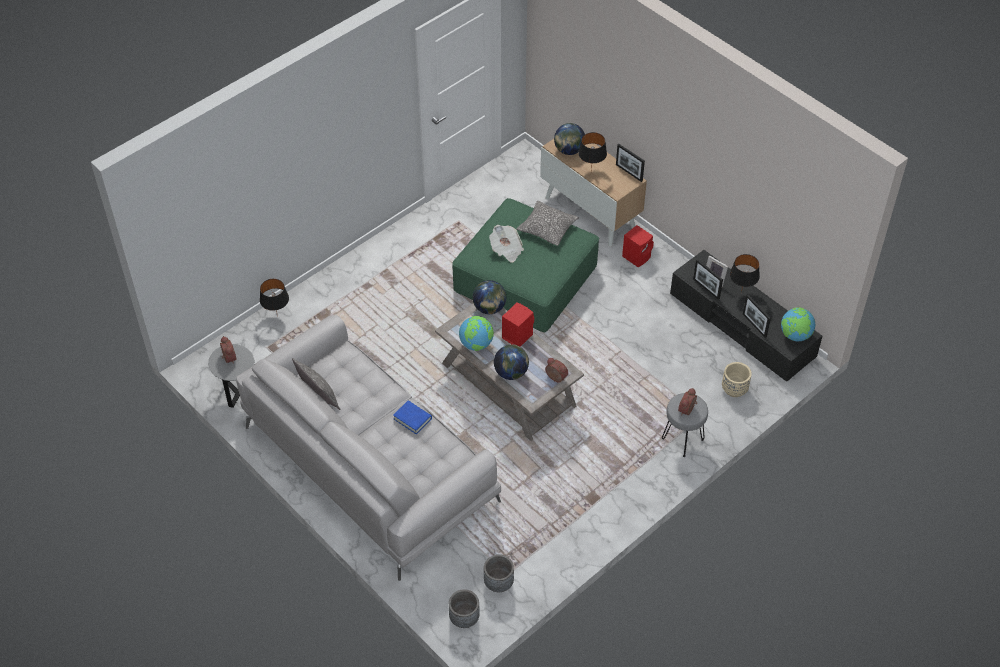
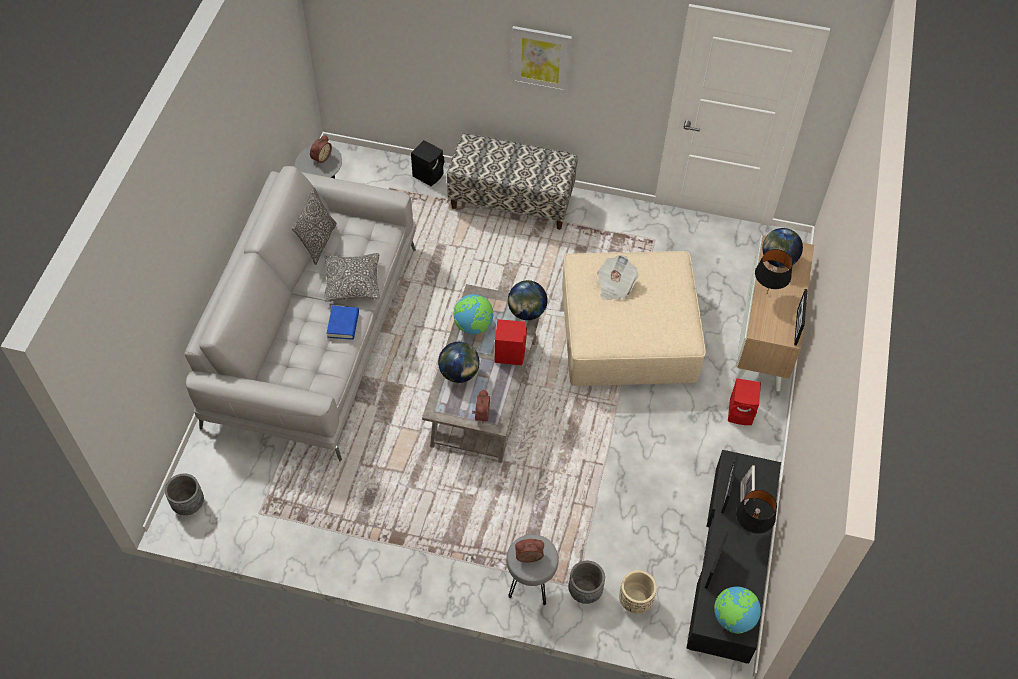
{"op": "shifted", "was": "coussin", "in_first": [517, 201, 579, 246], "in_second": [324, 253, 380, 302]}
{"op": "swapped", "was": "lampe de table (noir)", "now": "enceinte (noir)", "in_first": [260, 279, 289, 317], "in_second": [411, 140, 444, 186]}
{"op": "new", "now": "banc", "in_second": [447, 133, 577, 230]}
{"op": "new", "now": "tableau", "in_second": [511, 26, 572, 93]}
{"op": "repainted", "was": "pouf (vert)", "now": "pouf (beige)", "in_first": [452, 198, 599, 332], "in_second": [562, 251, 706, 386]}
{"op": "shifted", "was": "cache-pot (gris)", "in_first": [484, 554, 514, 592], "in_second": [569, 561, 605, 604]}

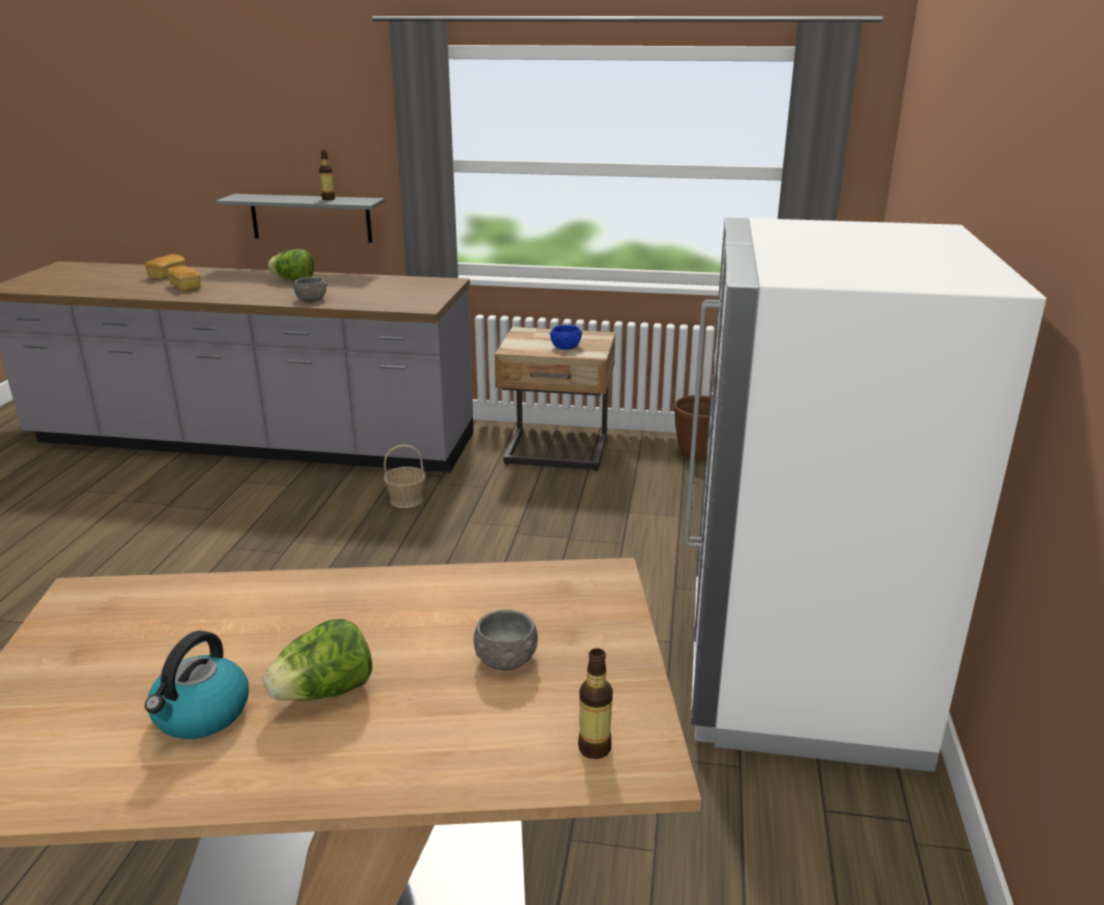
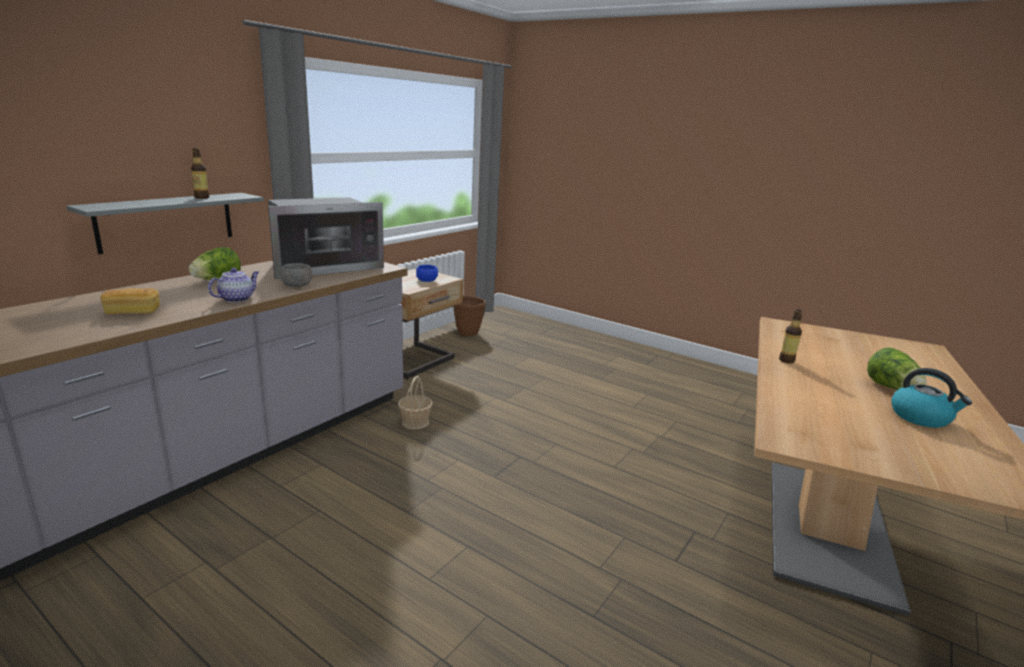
{"op": "new", "now": "théière", "in_second": [208, 268, 259, 303]}
{"op": "new", "now": "micro-ondes", "in_second": [268, 197, 384, 279]}
{"op": "shifted", "was": "bouteille", "in_first": [578, 648, 613, 759], "in_second": [779, 309, 802, 363]}
{"op": "gone", "was": "pain", "in_first": [145, 254, 185, 279]}
{"op": "gone", "was": "bol (gris)", "in_first": [474, 610, 538, 671]}
{"op": "gone", "was": "réfrigérateur (blanc)", "in_first": [685, 218, 1046, 772]}

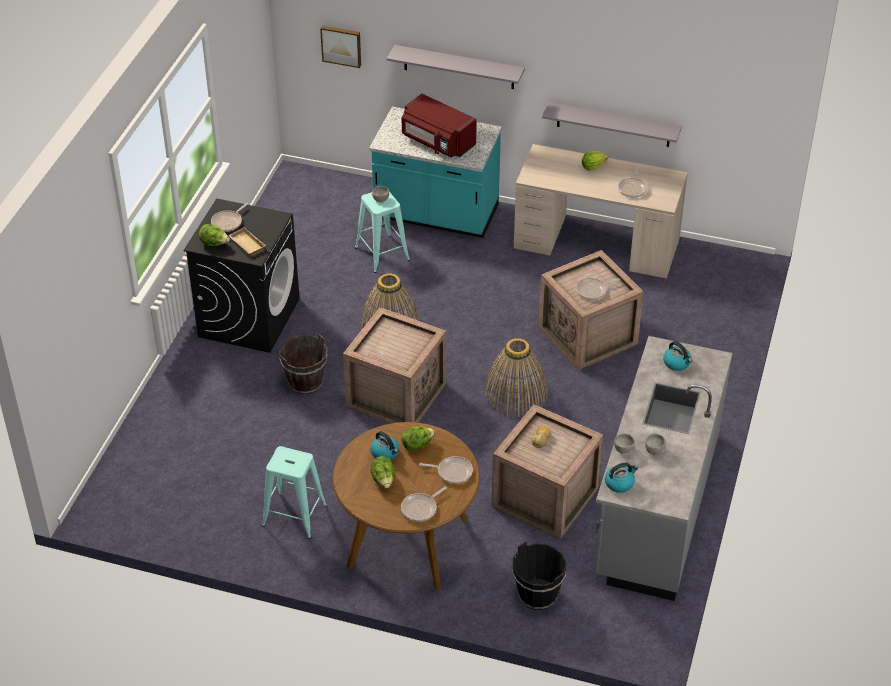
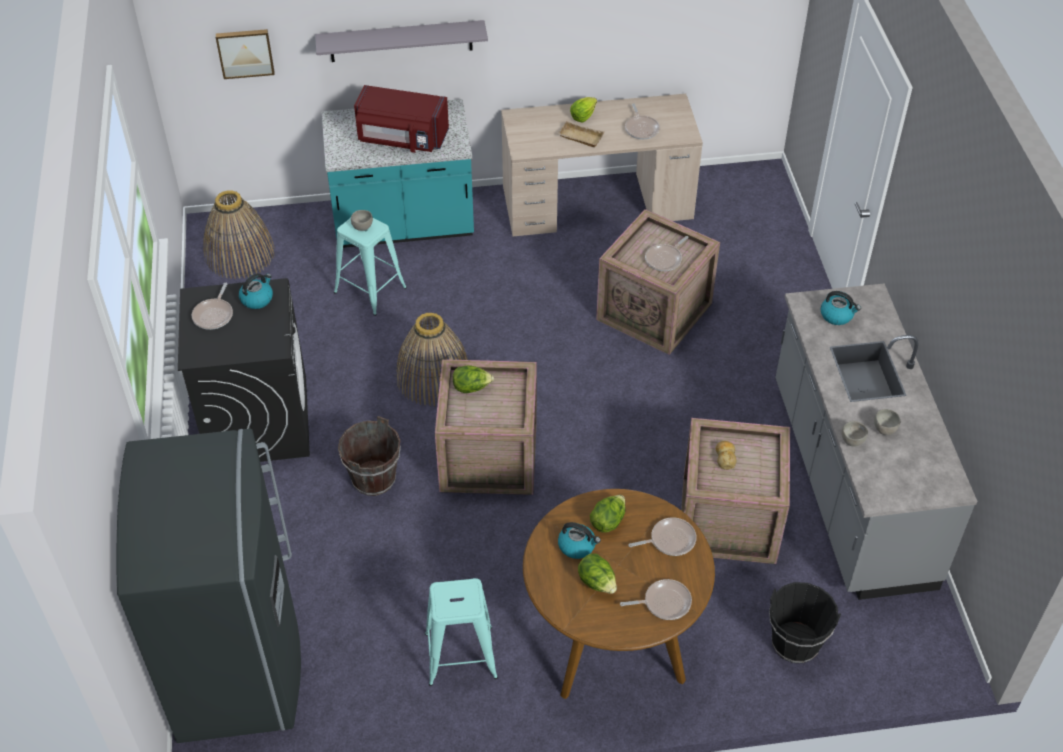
{"op": "new", "now": "réfrigérateur (gris)", "in_second": [116, 429, 301, 743]}
{"op": "shifted", "was": "panier", "in_first": [484, 338, 548, 417], "in_second": [203, 190, 275, 279]}
{"op": "shifted", "was": "bouilloire", "in_first": [605, 463, 638, 493], "in_second": [239, 273, 273, 309]}
{"op": "shifted", "was": "laitue", "in_first": [199, 224, 230, 246], "in_second": [453, 365, 494, 393]}
{"op": "shifted", "was": "plateau (beige)", "in_first": [228, 227, 265, 256], "in_second": [558, 121, 604, 147]}
{"op": "rotated", "was": "poêle", "in_first": [401, 486, 447, 522], "in_second": [620, 579, 692, 620], "clockwise": -120}
{"op": "gone", "was": "étagère (gris)", "in_first": [542, 102, 682, 147]}

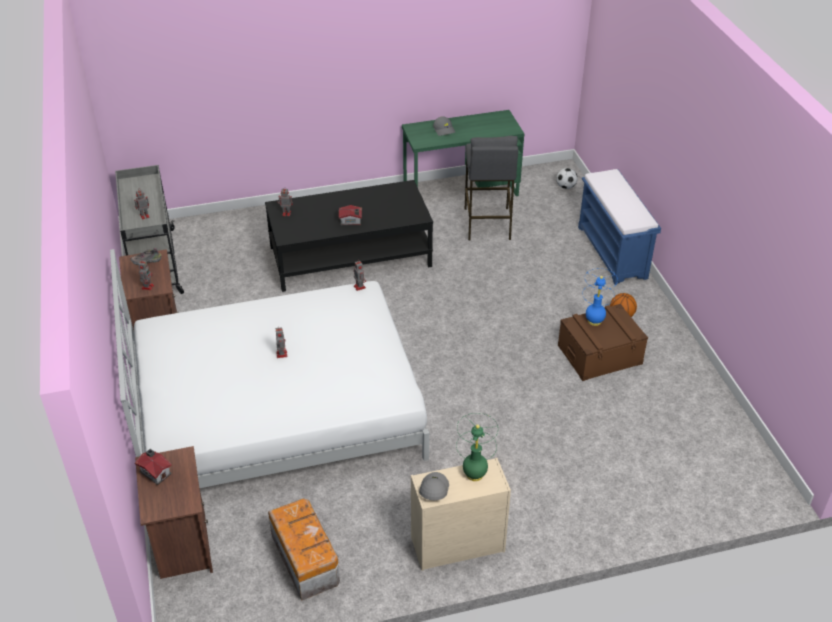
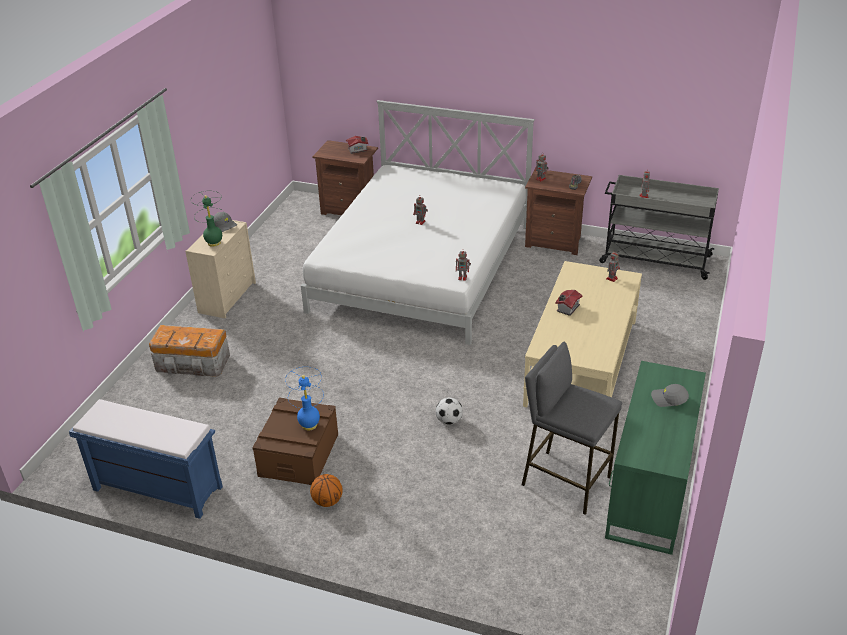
{"op": "shifted", "was": "banc (bleu)", "in_first": [578, 169, 661, 285], "in_second": [69, 399, 223, 519]}
{"op": "shifted", "was": "boîte de rangement", "in_first": [268, 498, 340, 601], "in_second": [149, 325, 230, 377]}
{"op": "shifted", "was": "ballon de foot", "in_first": [556, 168, 578, 189], "in_second": [436, 397, 463, 425]}
{"op": "repainted", "was": "table basse (noir)", "now": "table basse (beige)", "in_first": [265, 180, 433, 292], "in_second": [523, 261, 642, 407]}

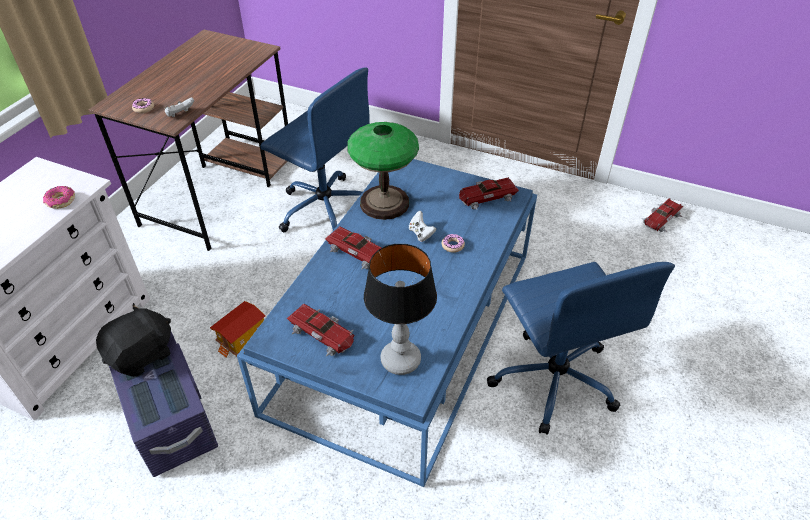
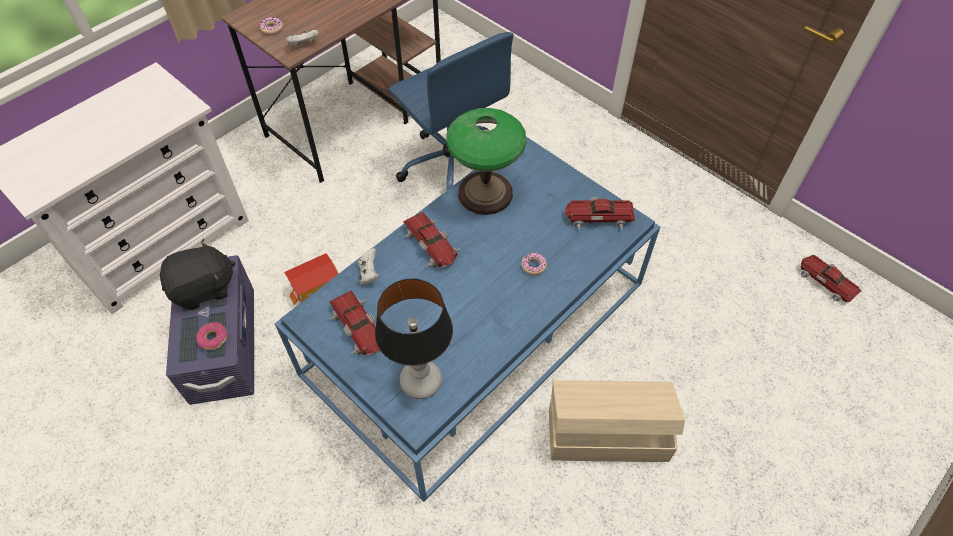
{"op": "shifted", "was": "beignet", "in_first": [43, 186, 75, 209], "in_second": [196, 322, 227, 350]}
{"op": "shifted", "was": "manette (blanc)", "in_first": [409, 211, 436, 242], "in_second": [358, 248, 379, 285]}
{"op": "swapped", "was": "chaise de bureau (bleu)", "now": "boîte de rangement (beige)", "in_first": [487, 262, 675, 435], "in_second": [549, 380, 685, 462]}
{"op": "rotated", "was": "petite voiture", "in_first": [641, 198, 683, 232], "in_second": [800, 255, 861, 303], "clockwise": 75}

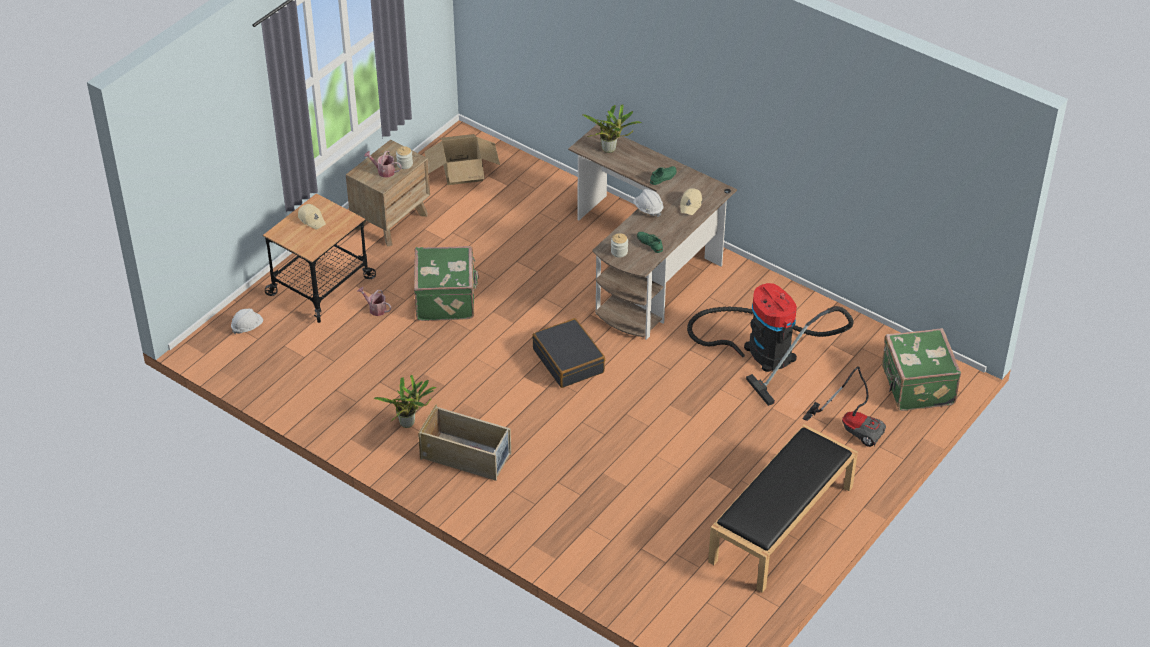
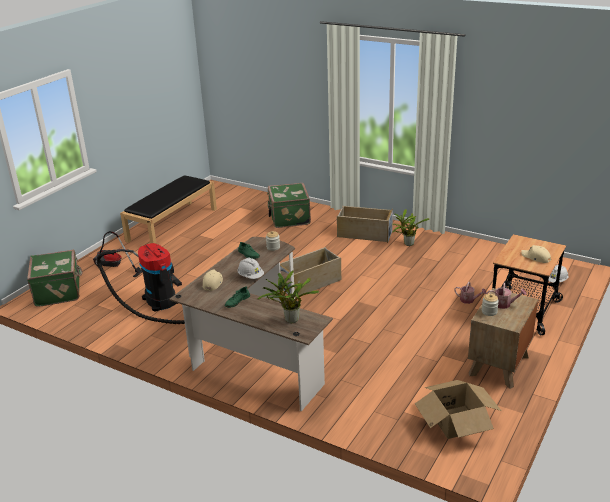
{"op": "shifted", "was": "valise (vert)", "in_first": [414, 246, 479, 321], "in_second": [267, 183, 311, 228]}
{"op": "swapped", "was": "valise (noir)", "now": "boîte de rangement (beige)", "in_first": [532, 318, 605, 388], "in_second": [280, 247, 341, 298]}

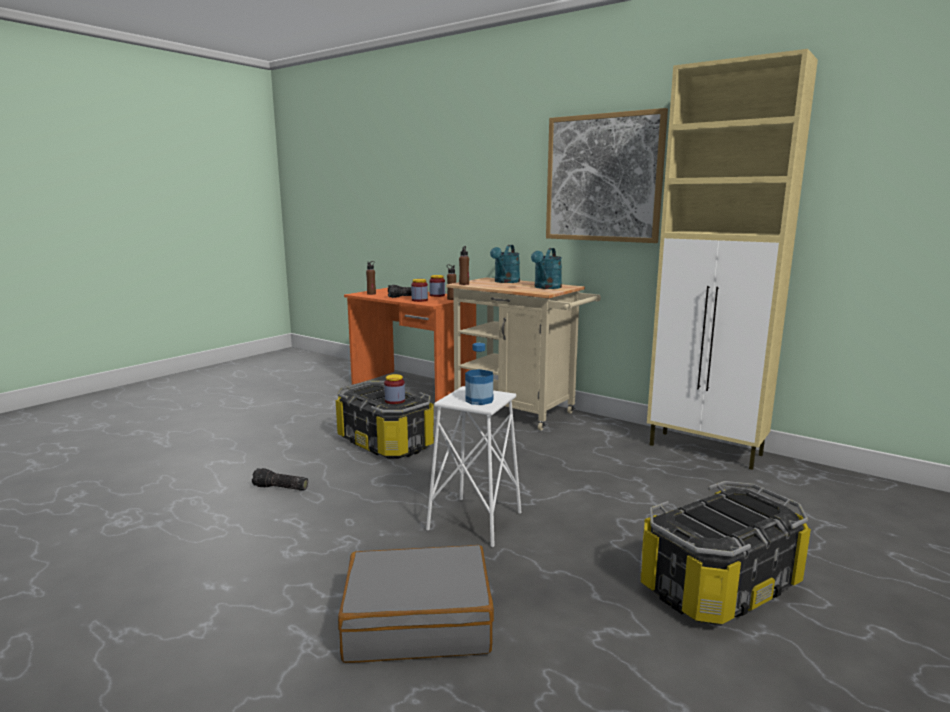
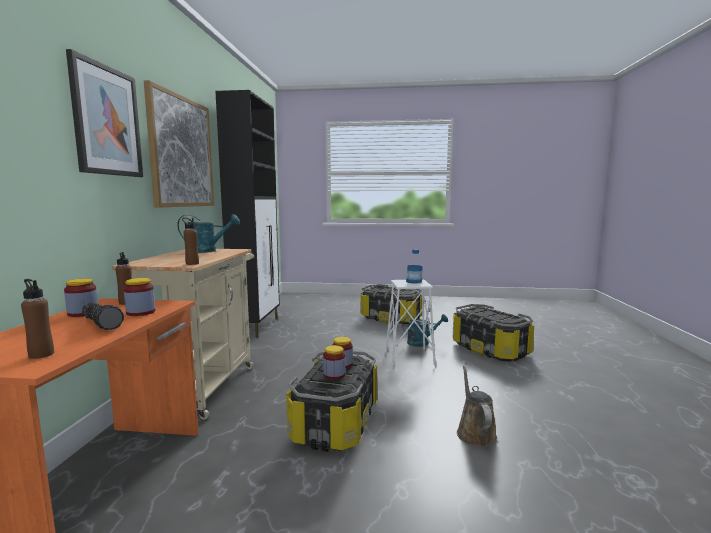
{"op": "new", "now": "tableau", "in_second": [66, 49, 143, 177]}
{"op": "repainted", "was": "meuble de rangement (beige)", "now": "meuble de rangement (noir)", "in_first": [647, 49, 818, 470], "in_second": [215, 90, 280, 338]}
{"op": "new", "now": "bocal", "in_second": [323, 345, 345, 379]}
{"op": "shifted", "was": "arrosoir (turquoise)", "in_first": [490, 245, 520, 283], "in_second": [402, 314, 448, 347]}
{"op": "swapped", "was": "valise (gris)", "now": "boîte de rangement", "in_first": [338, 545, 494, 663], "in_second": [453, 304, 534, 361]}
{"op": "swapped", "was": "lampe de poche", "now": "arrosoir (marron)", "in_first": [252, 468, 308, 491], "in_second": [457, 365, 497, 447]}

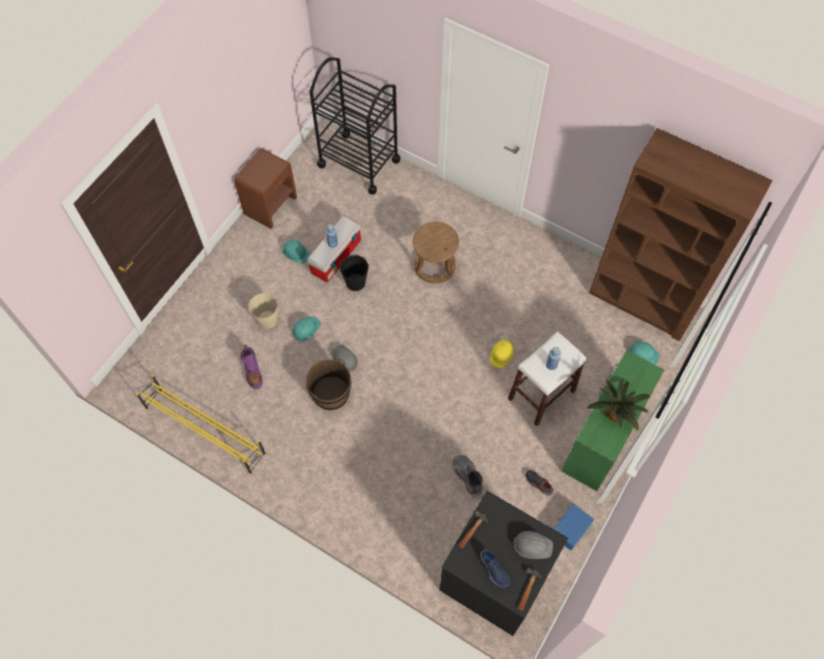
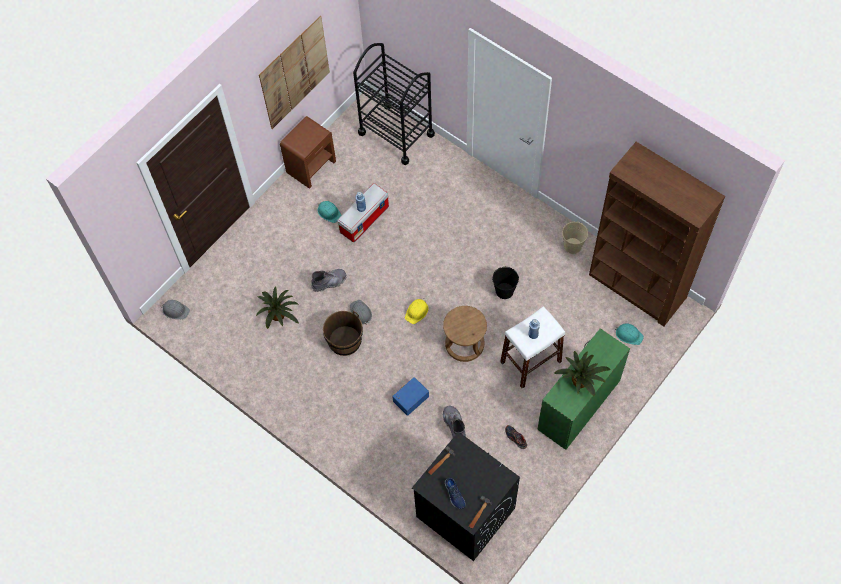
{"op": "shifted", "was": "casque de chantier (gris)", "in_first": [512, 531, 553, 559], "in_second": [161, 300, 190, 319]}
{"op": "swapped", "was": "botte (violet)", "now": "plante en pot", "in_first": [241, 344, 263, 389], "in_second": [256, 287, 299, 329]}
{"op": "new", "now": "tableau", "in_second": [259, 16, 330, 129]}
{"op": "swapped", "was": "casque de chantier (turquoise)", "now": "botte (gris)", "in_first": [292, 316, 321, 341], "in_second": [311, 269, 347, 292]}
{"op": "shifted", "was": "boîte de rangement (bleu)", "in_first": [554, 504, 594, 550], "in_second": [392, 377, 429, 416]}
{"op": "shifted", "was": "casque de chantier (jaune)", "in_first": [490, 338, 514, 369], "in_second": [405, 298, 428, 324]}
{"op": "shifted", "was": "tabouret (marron)", "in_first": [413, 222, 459, 284], "in_second": [443, 306, 487, 362]}
{"op": "shifted", "was": "seau (noir)", "in_first": [339, 255, 369, 291], "in_second": [492, 267, 519, 299]}
{"op": "shifted", "was": "seau (beige)", "in_first": [249, 292, 278, 329], "in_second": [562, 221, 588, 254]}
{"op": "gone", "was": "étagère à chaussures (jaune)", "in_first": [136, 375, 266, 475]}

